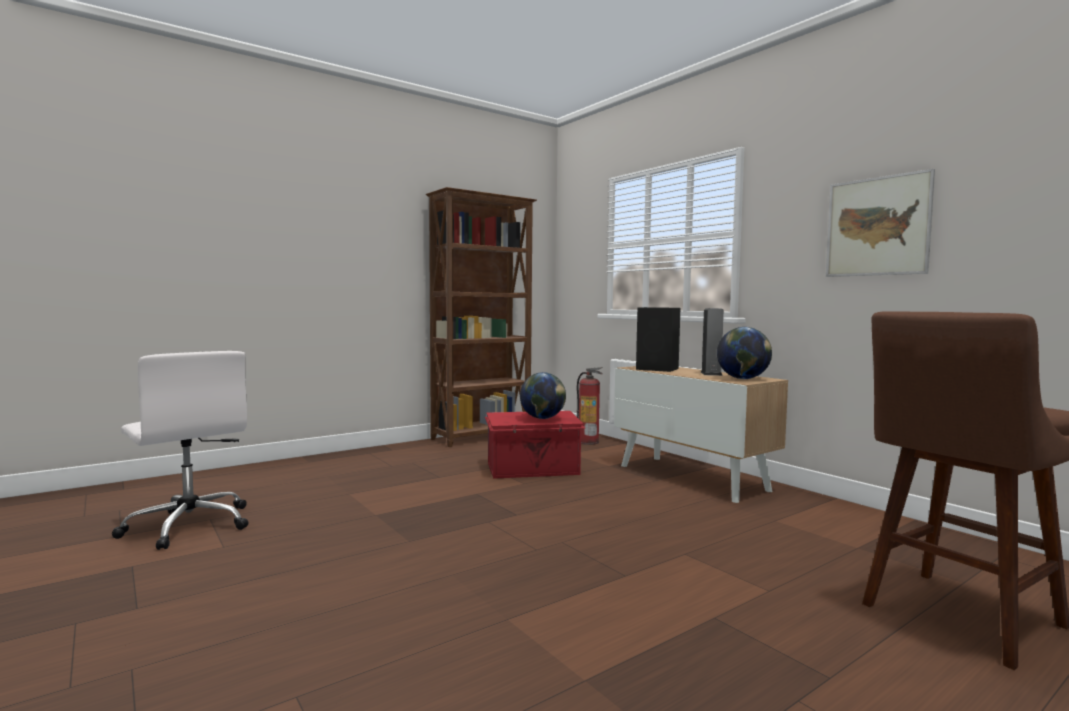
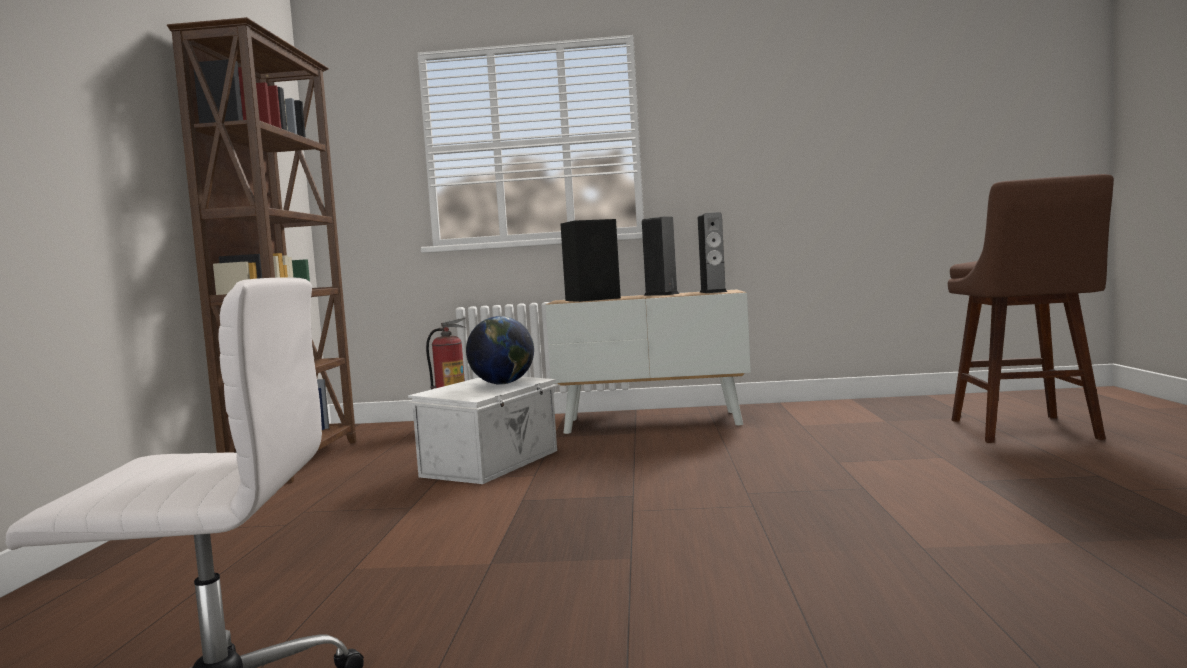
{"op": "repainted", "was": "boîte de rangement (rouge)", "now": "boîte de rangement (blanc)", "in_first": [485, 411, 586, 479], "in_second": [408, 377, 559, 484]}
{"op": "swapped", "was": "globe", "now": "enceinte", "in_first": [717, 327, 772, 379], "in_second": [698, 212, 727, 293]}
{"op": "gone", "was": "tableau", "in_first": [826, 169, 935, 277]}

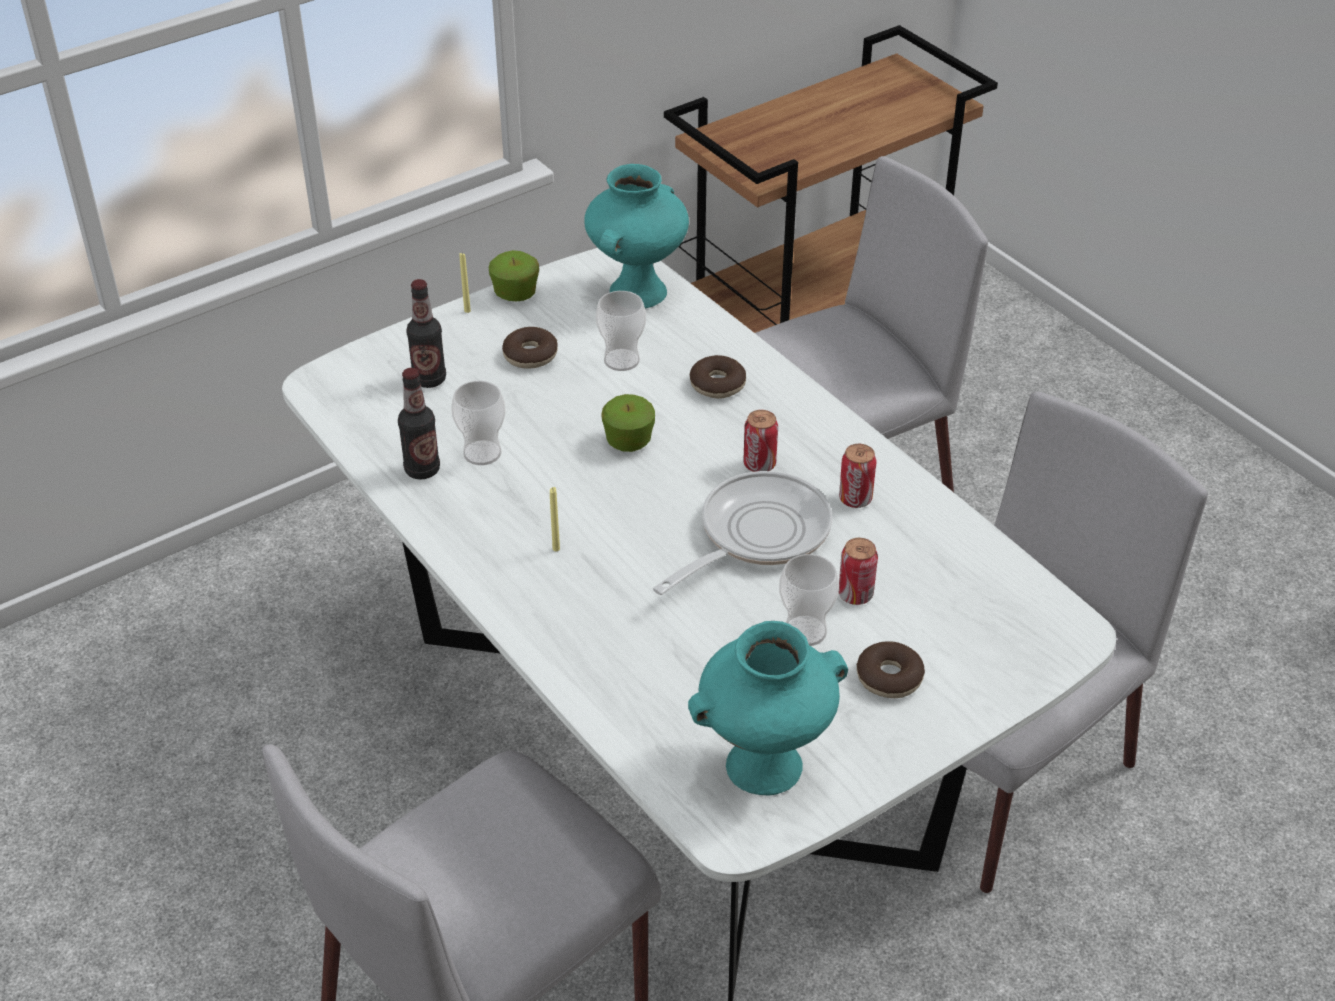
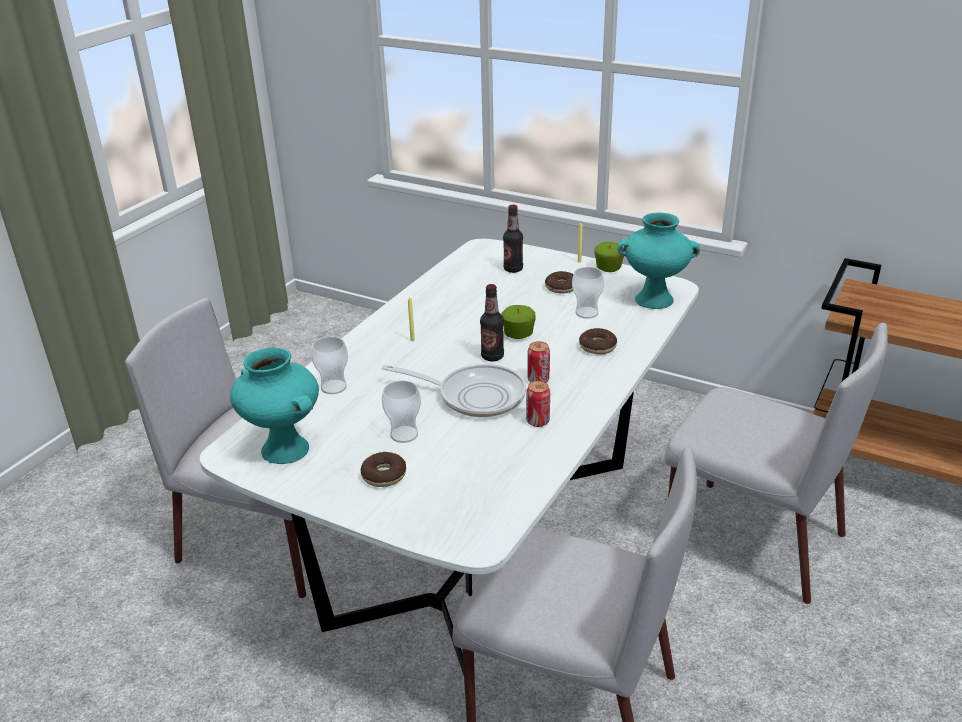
{"op": "shifted", "was": "tasse", "in_first": [451, 381, 505, 465], "in_second": [311, 337, 348, 394]}
{"op": "shifted", "was": "bouteille", "in_first": [398, 368, 440, 480], "in_second": [480, 284, 504, 361]}
{"op": "gone", "was": "boîte métallique", "in_first": [839, 538, 878, 605]}

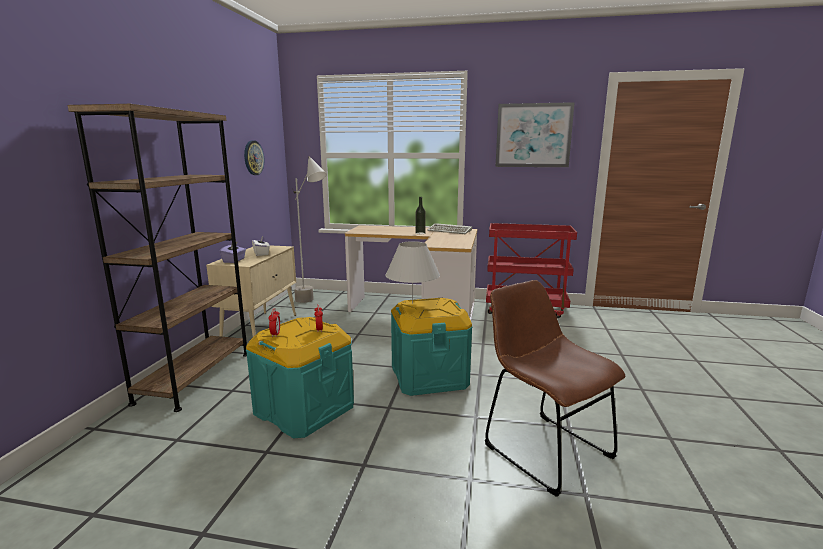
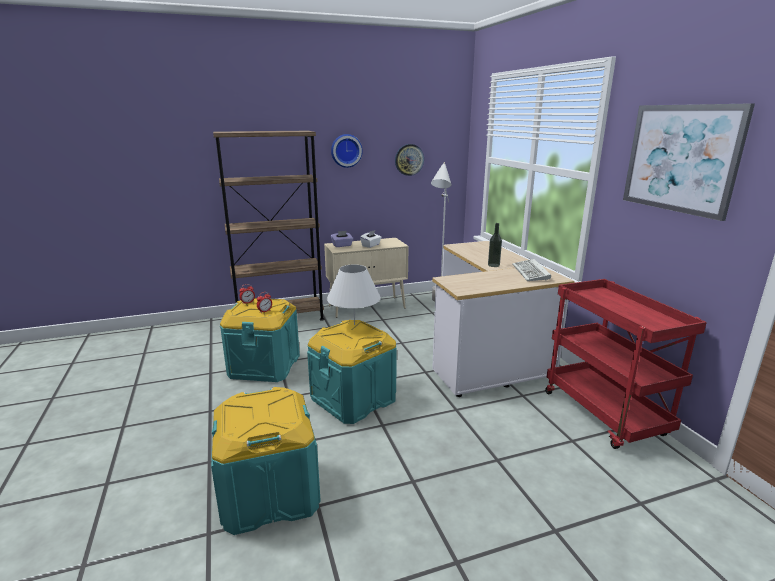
{"op": "swapped", "was": "chaise (marron)", "now": "boîte de rangement (turquoise)", "in_first": [485, 280, 625, 497], "in_second": [211, 387, 321, 535]}
{"op": "new", "now": "horloge murale", "in_second": [331, 134, 363, 168]}

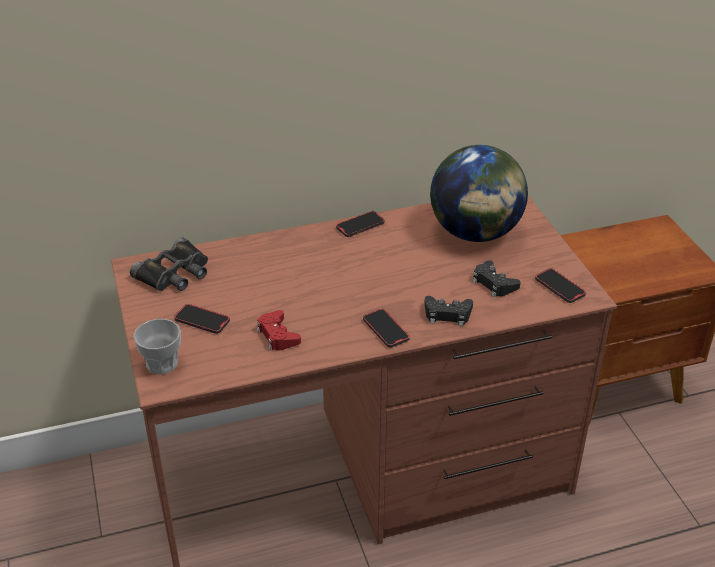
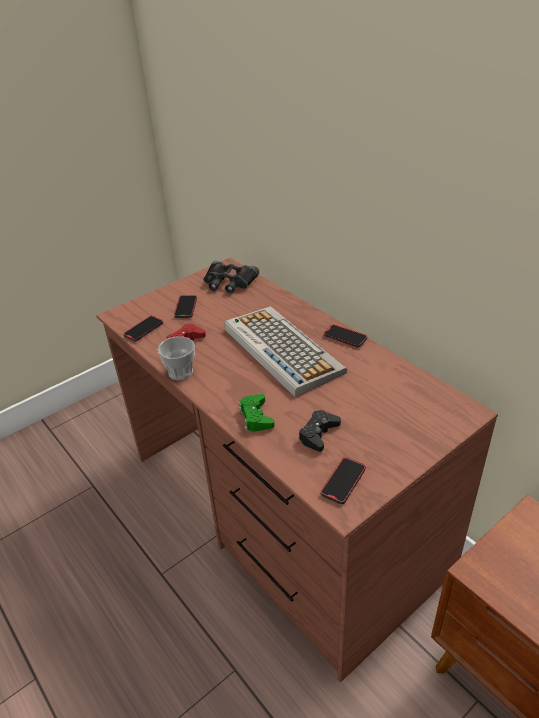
{"op": "shifted", "was": "téléphone", "in_first": [363, 309, 409, 348], "in_second": [123, 316, 163, 342]}
{"op": "shifted", "was": "tasse", "in_first": [133, 319, 181, 375], "in_second": [158, 336, 195, 380]}
{"op": "new", "now": "clavier", "in_second": [224, 306, 347, 397]}
{"op": "repainted", "was": "manette (noir)", "now": "manette (vert)", "in_first": [424, 296, 473, 326], "in_second": [239, 394, 275, 432]}
{"op": "gone", "was": "globe", "in_first": [430, 145, 528, 242]}

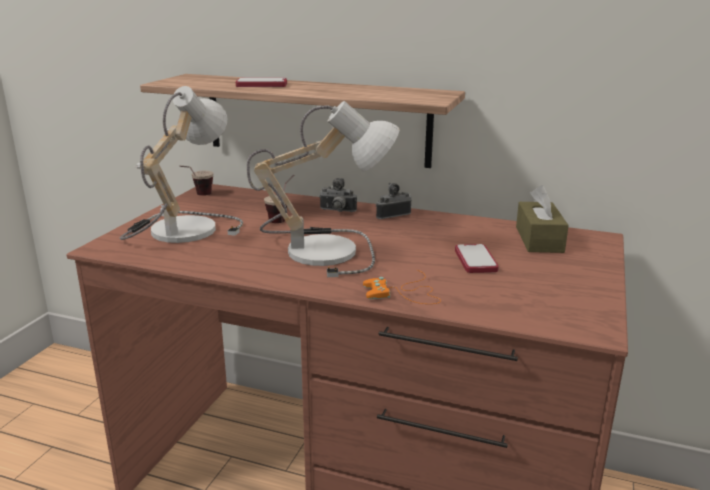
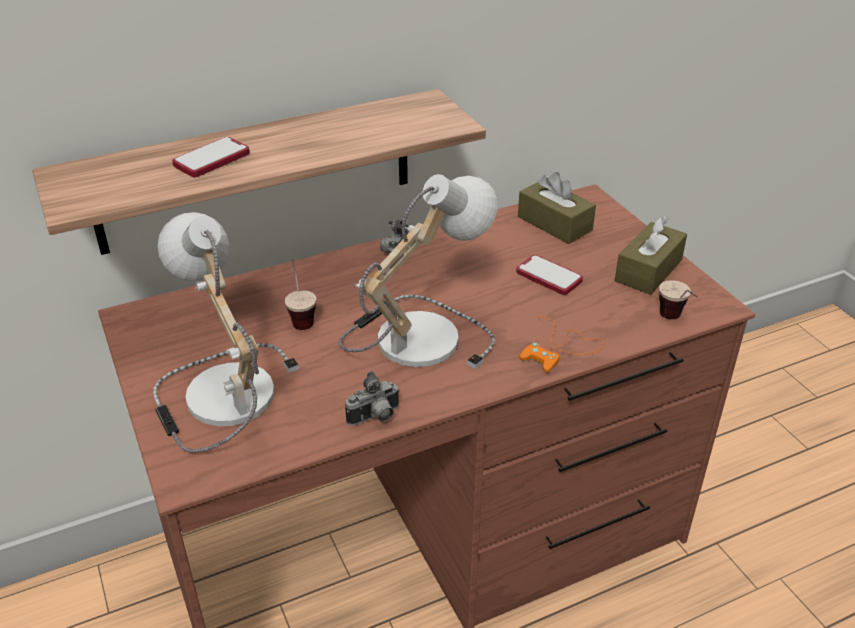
{"op": "shifted", "was": "appareil photo", "in_first": [319, 178, 357, 212], "in_second": [345, 371, 400, 425]}
{"op": "new", "now": "boîte à mouchoirs (marron)", "in_second": [615, 215, 687, 295]}
{"op": "shifted", "was": "tasse", "in_first": [179, 166, 213, 196], "in_second": [659, 280, 698, 319]}

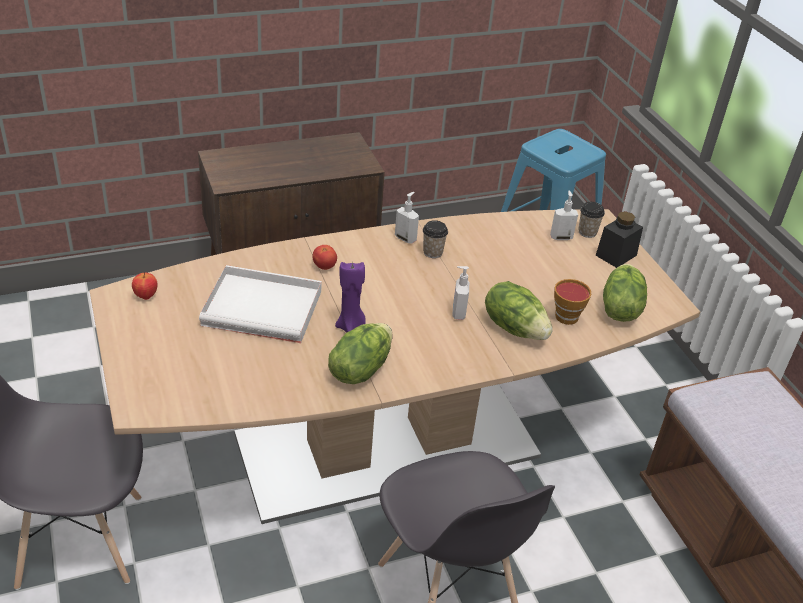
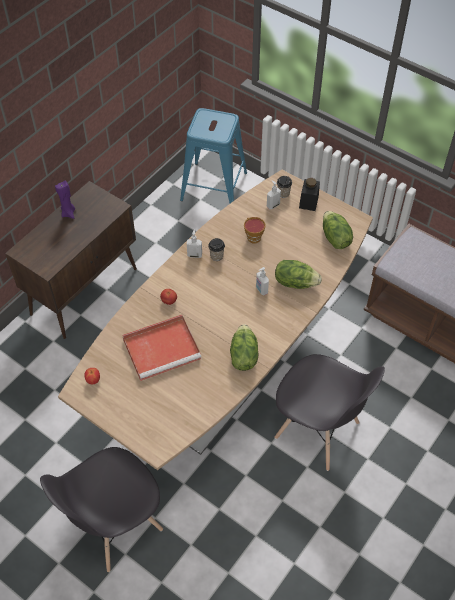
{"op": "shifted", "was": "bougie (violet)", "in_first": [335, 262, 366, 333], "in_second": [55, 181, 75, 219]}
{"op": "repainted", "was": "plateau (blanc)", "now": "plateau (rouge)", "in_first": [199, 265, 322, 343], "in_second": [122, 315, 201, 381]}
{"op": "shifted", "was": "tasse", "in_first": [554, 279, 592, 325], "in_second": [244, 217, 266, 243]}

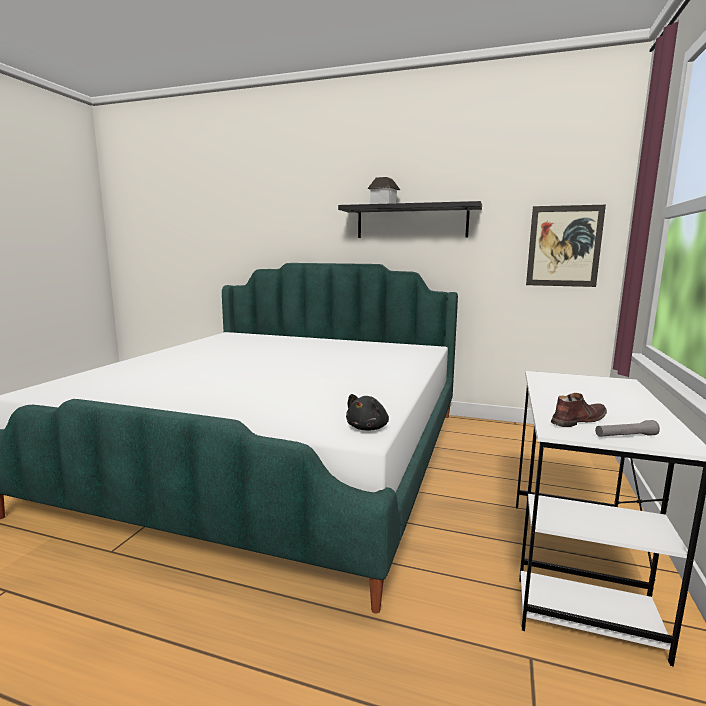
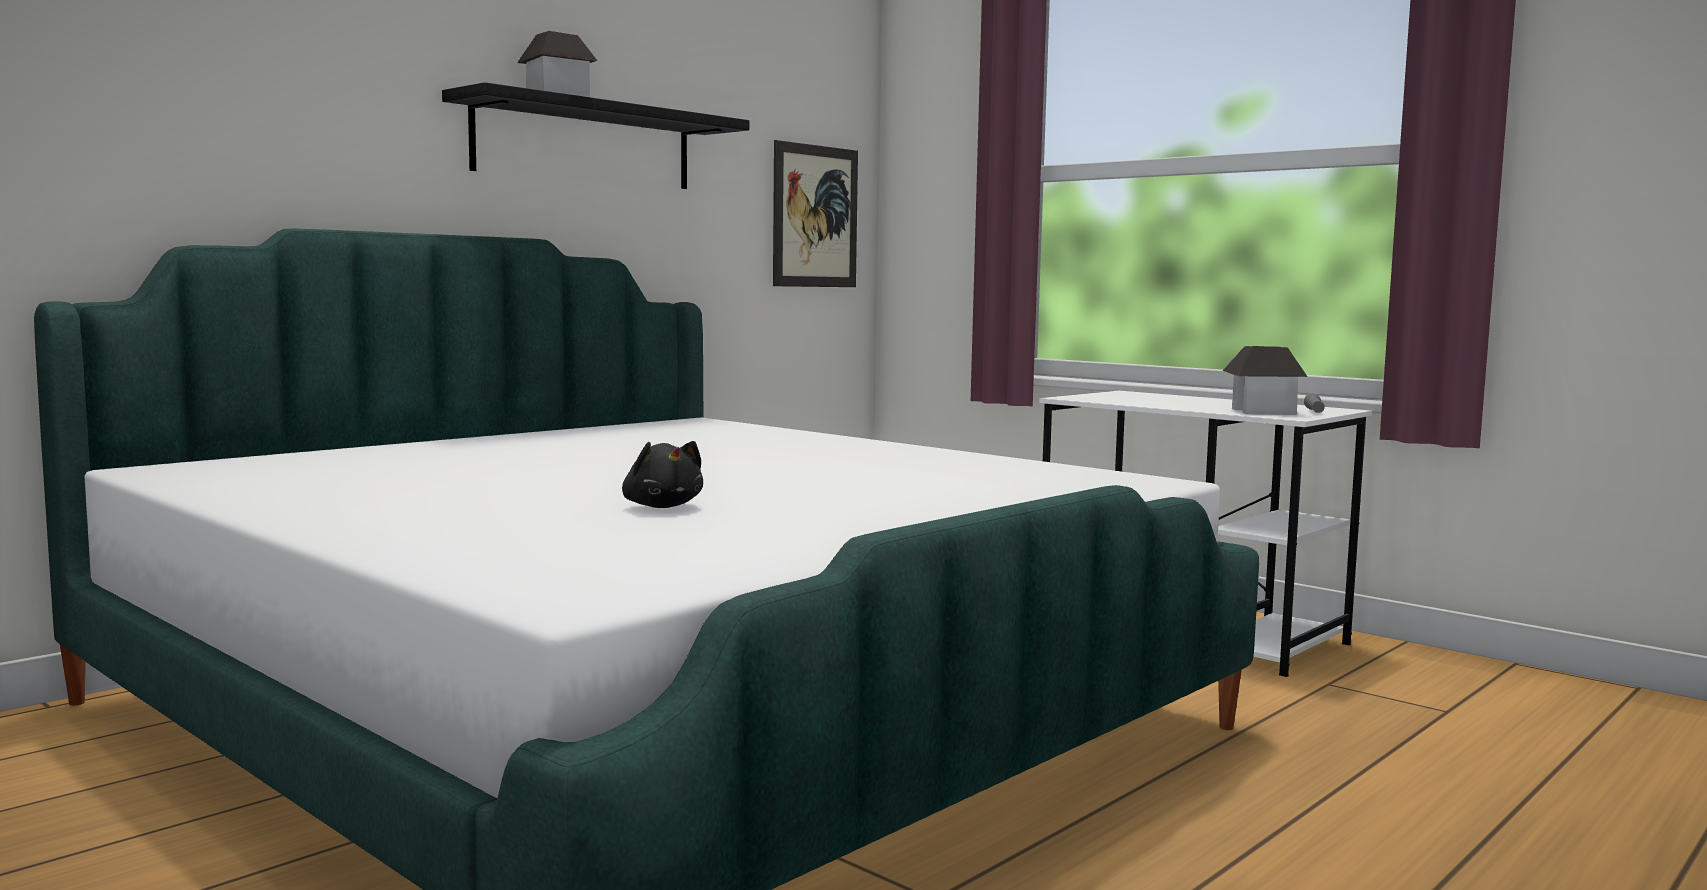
{"op": "shifted", "was": "peluche (noir)", "in_first": [346, 394, 389, 431], "in_second": [622, 441, 703, 508]}
{"op": "swapped", "was": "chaussure (marron)", "now": "maison miniature", "in_first": [551, 393, 607, 427], "in_second": [1223, 346, 1308, 415]}

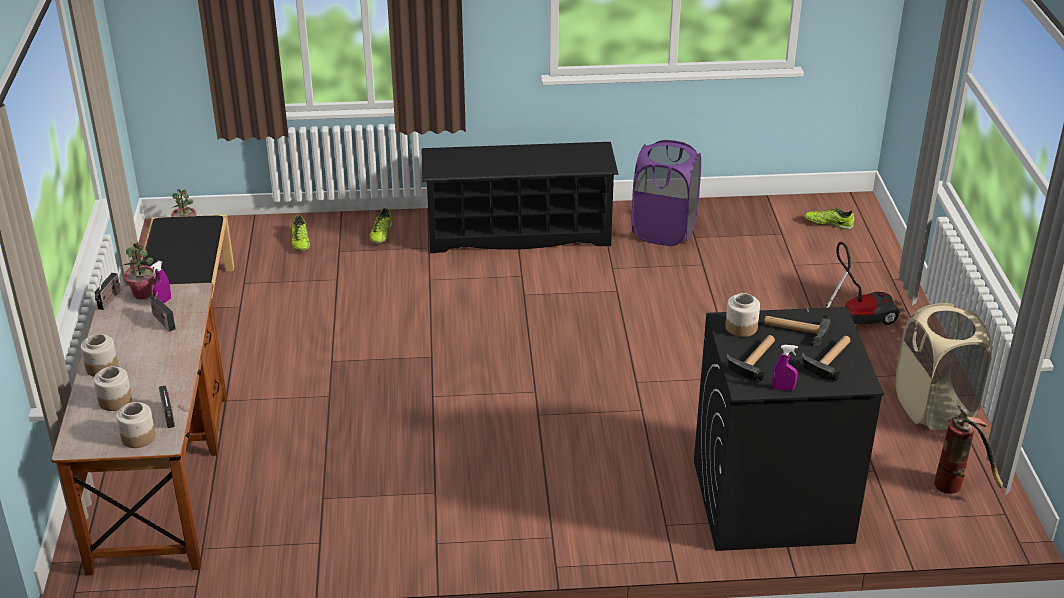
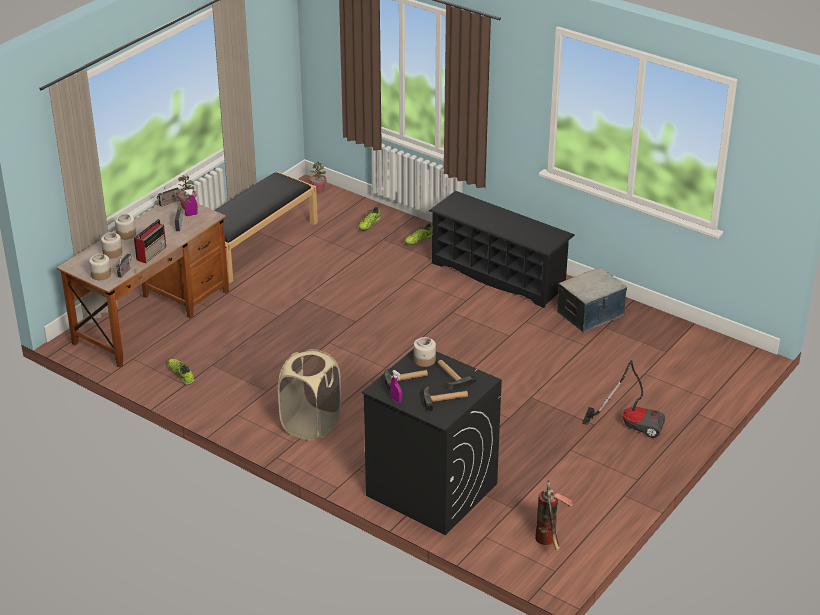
{"op": "new", "now": "radio", "in_second": [134, 219, 166, 263]}
{"op": "shifted", "was": "chaussure", "in_first": [804, 208, 854, 230], "in_second": [168, 359, 195, 385]}
{"op": "shifted", "was": "panier à linge (beige)", "in_first": [896, 303, 992, 430], "in_second": [278, 349, 341, 441]}
{"op": "swapped", "was": "panier à linge (violet)", "now": "boîte de rangement", "in_first": [632, 140, 701, 246], "in_second": [557, 267, 627, 332]}

